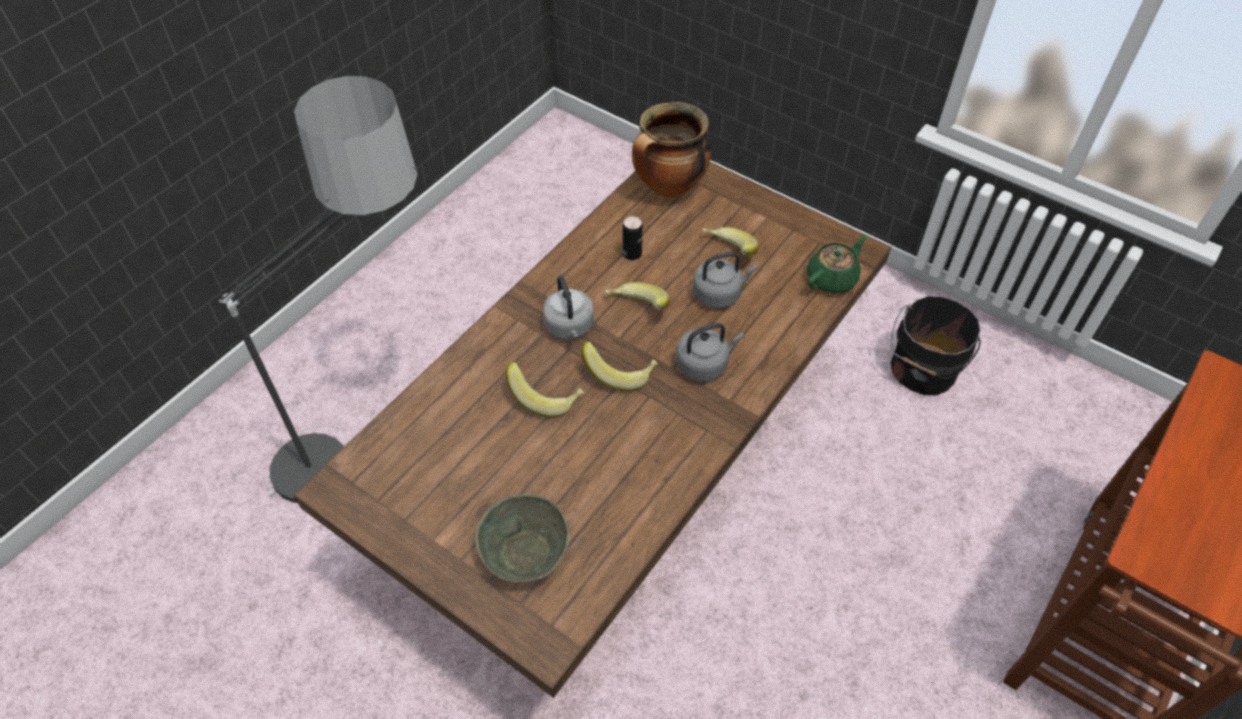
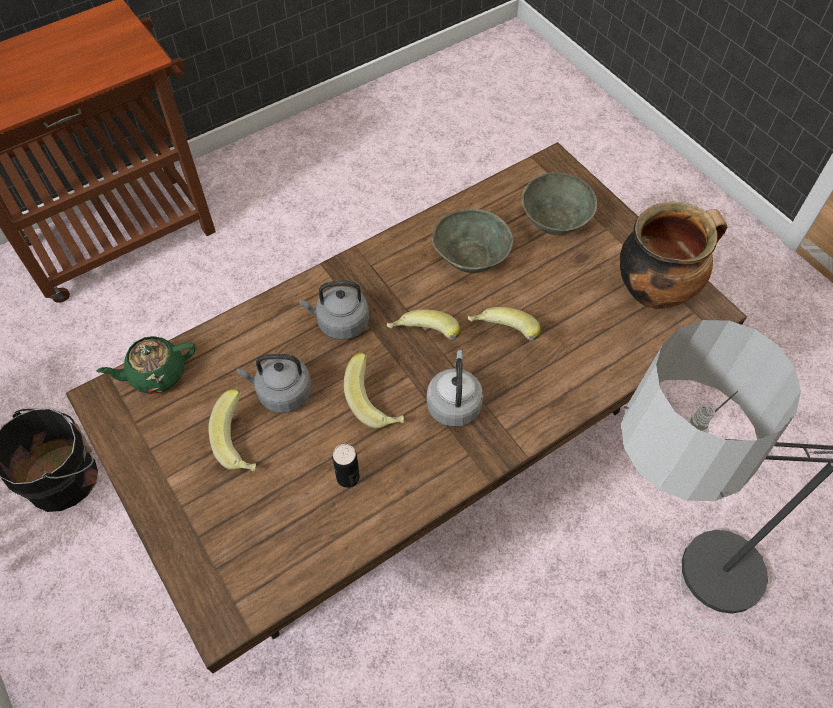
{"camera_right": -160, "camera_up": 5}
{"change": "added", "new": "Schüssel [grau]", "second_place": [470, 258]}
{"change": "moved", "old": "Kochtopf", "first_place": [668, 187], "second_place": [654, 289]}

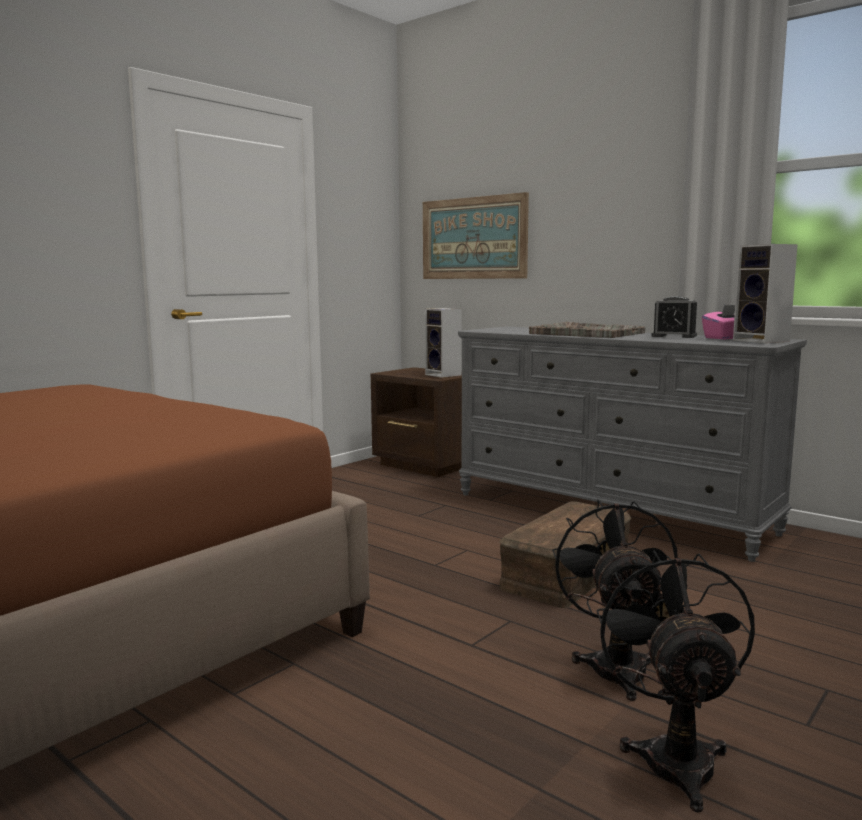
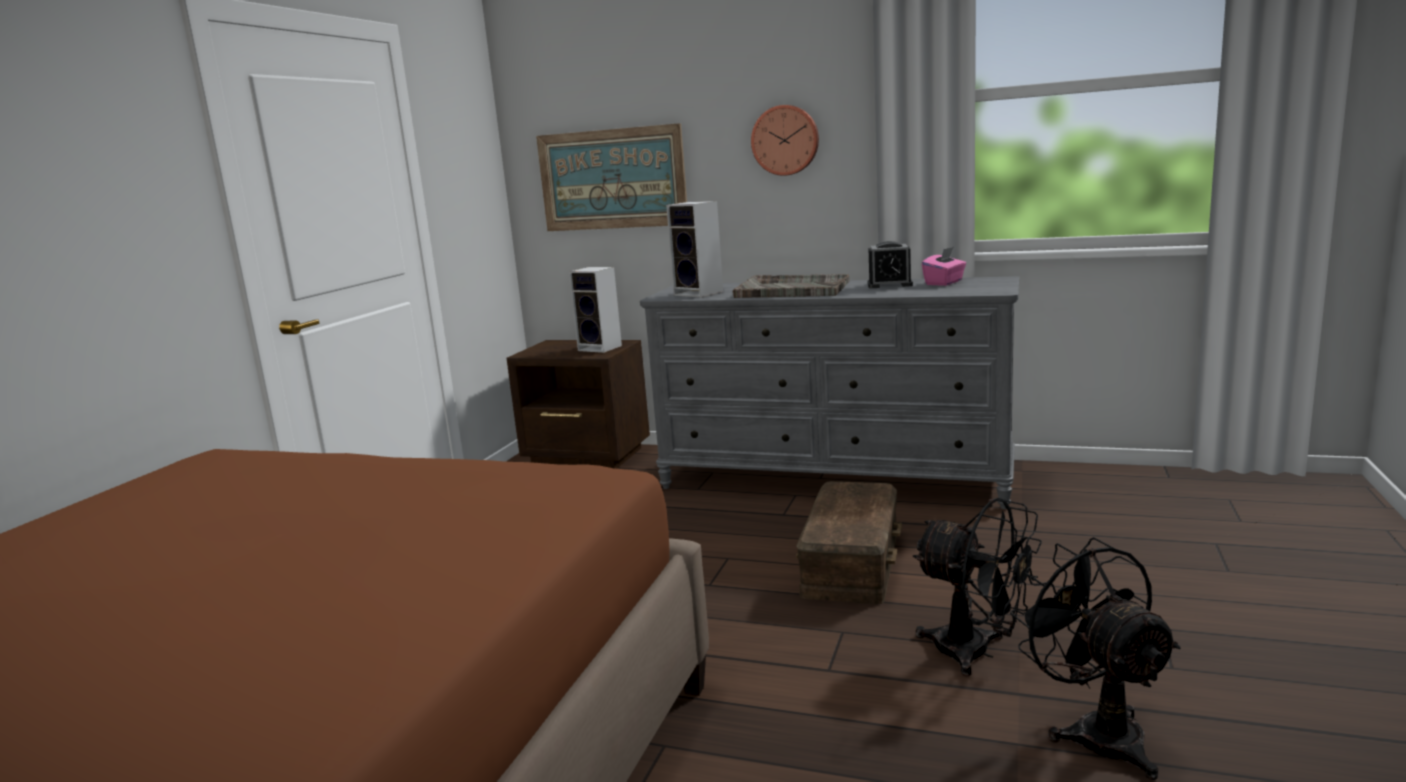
{"camera_right": -20, "camera_up": 5}
{"change": "moved", "old": "Lautsprecher", "first_place": [763, 341], "second_place": [700, 293]}
{"change": "added", "new": "Wanduhr", "second_place": [785, 140]}
{"change": "turned", "old": "Ventilator [schwarz]", "first_place": [615, 664], "second_place": [976, 653], "degrees": 150}

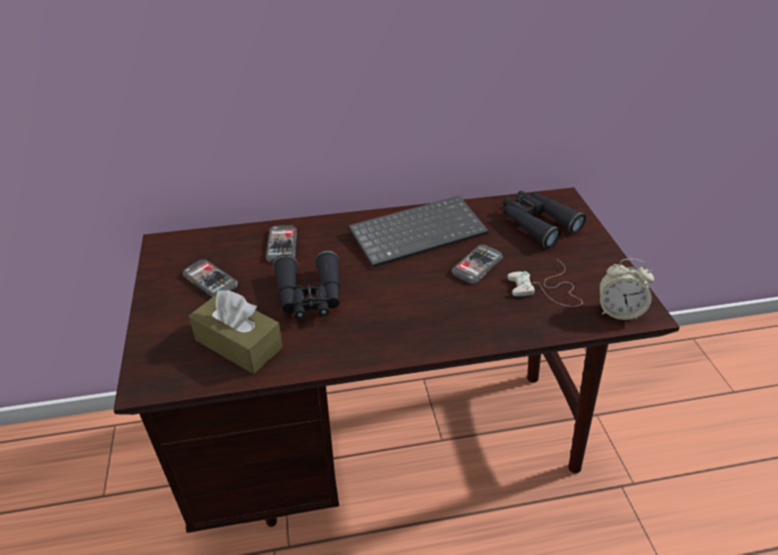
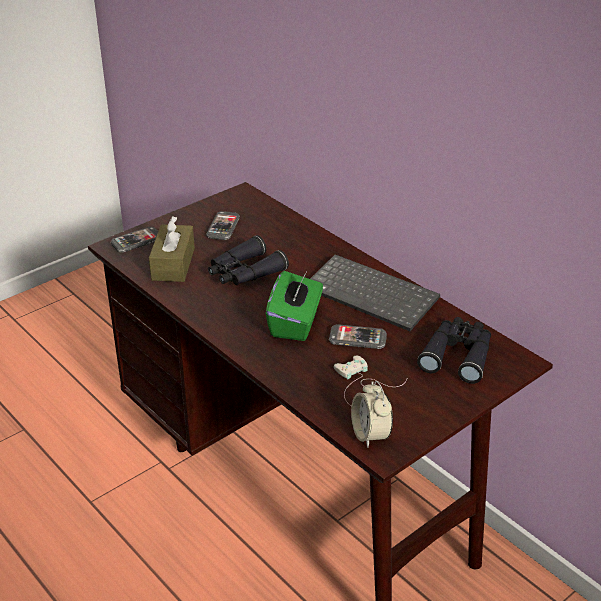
{"camera_right": 60, "camera_up": -5}
{"change": "moved", "old": "Handy", "first_place": [282, 245], "second_place": [136, 241]}
{"change": "added", "new": "Taschentuchbox [grün]", "second_place": [295, 323]}

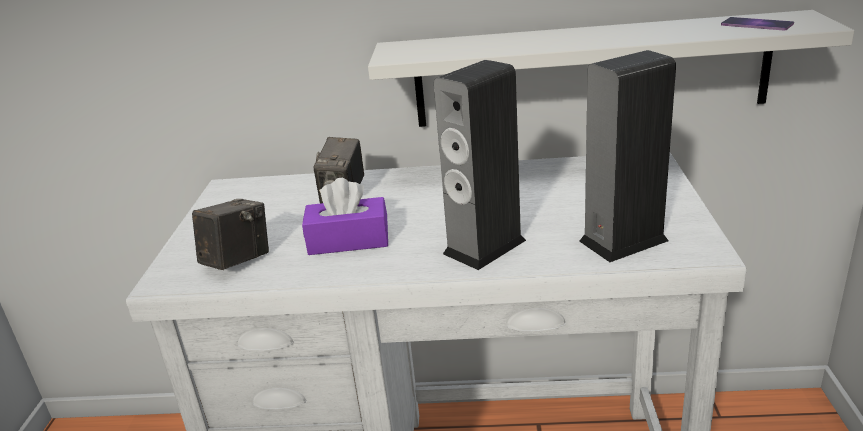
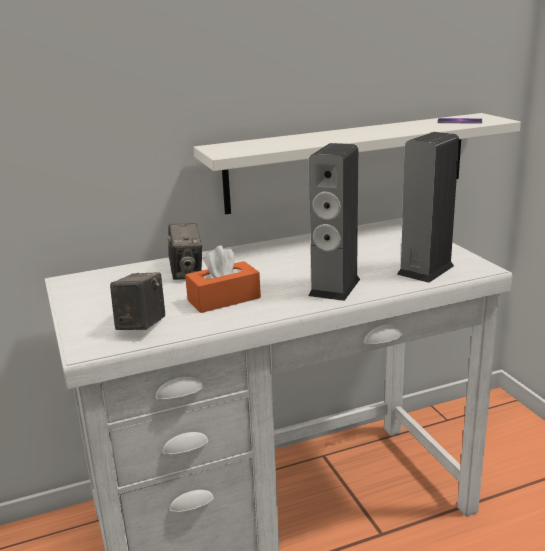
{"camera_right": -25, "camera_up": -5}
{"change": "recoloured", "old": "Taschentuchbox [lila]", "new": "Taschentuchbox [orange]", "first_place": [348, 240], "second_place": [224, 299]}

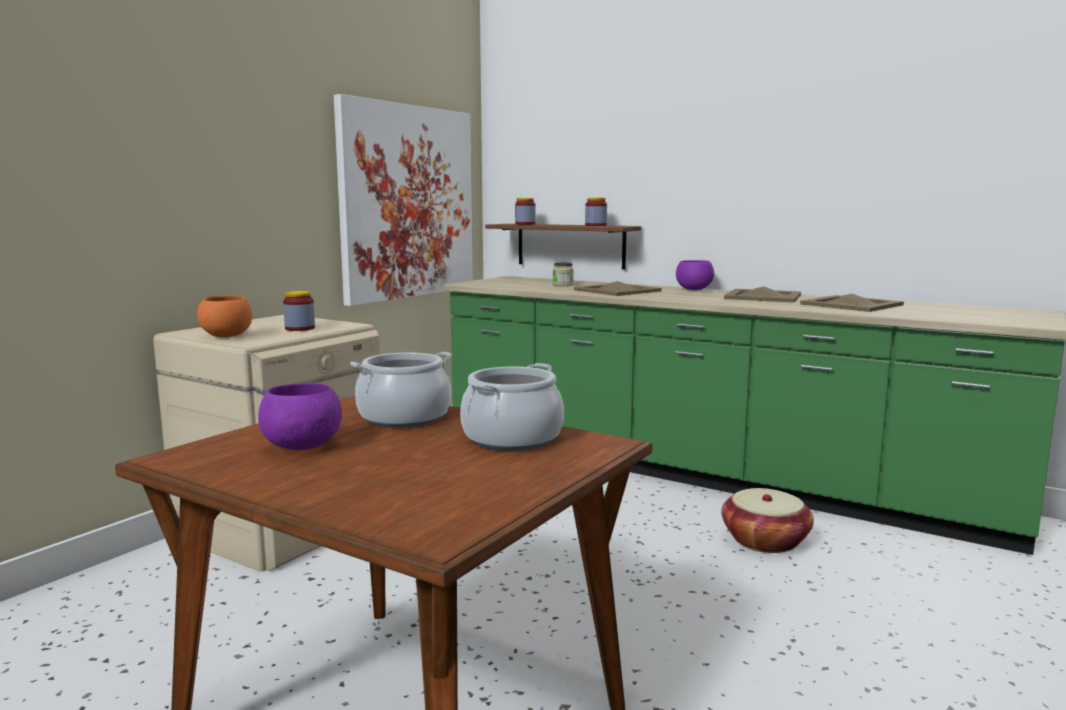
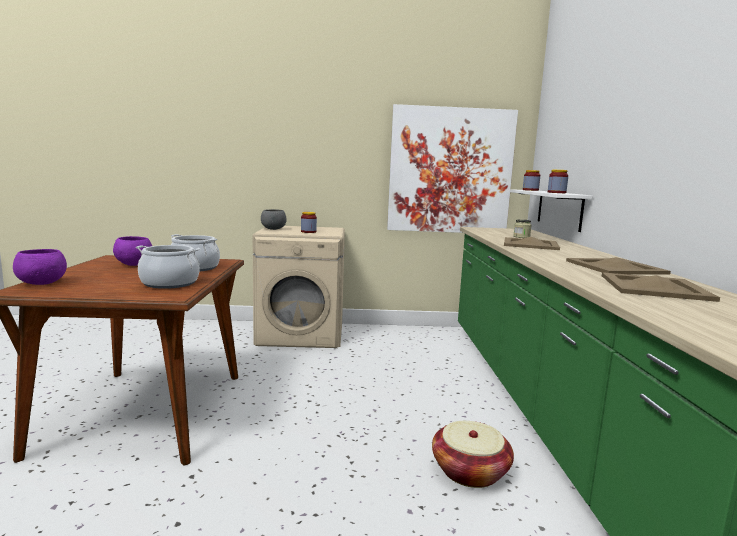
{"camera_right": 55, "camera_up": 0}
{"change": "moved", "old": "Schüssel [lila]", "first_place": [694, 290], "second_place": [42, 284]}
{"change": "recoloured", "old": "Schüssel [orange]", "new": "Schüssel [grau]", "first_place": [226, 336], "second_place": [273, 229]}
{"change": "recoloured", "old": "Wandregal [braun]", "new": "Wandregal [weiß]", "first_place": [570, 245], "second_place": [559, 209]}

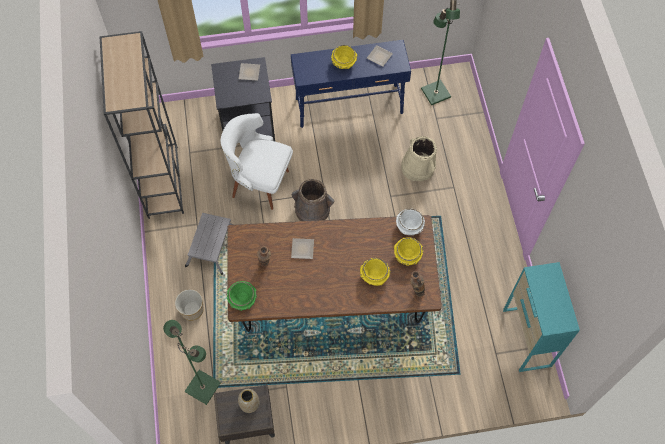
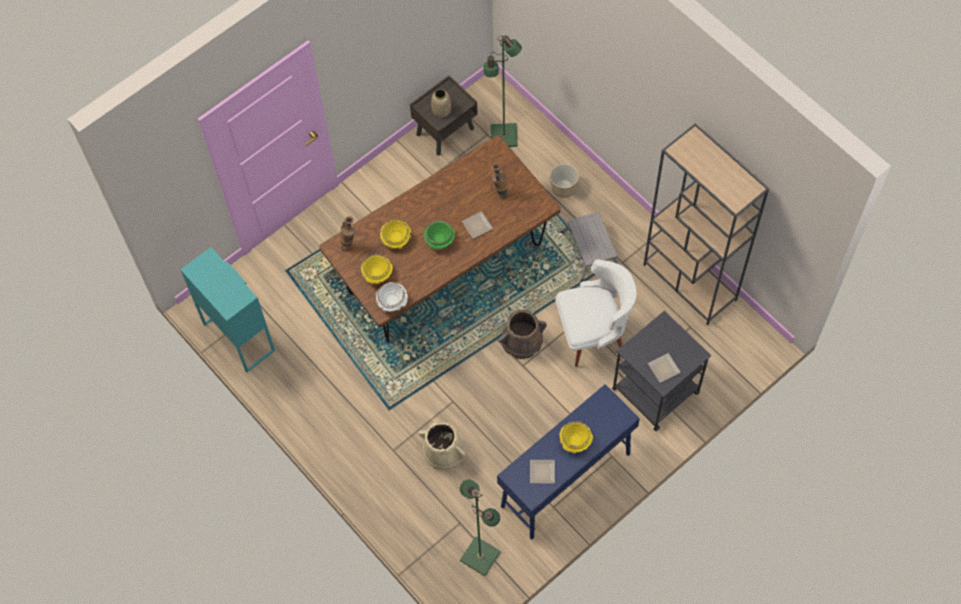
{"camera_right": 150, "camera_up": 0}
{"change": "moved", "old": "Schüssel [grün]", "first_place": [243, 299], "second_place": [439, 240]}

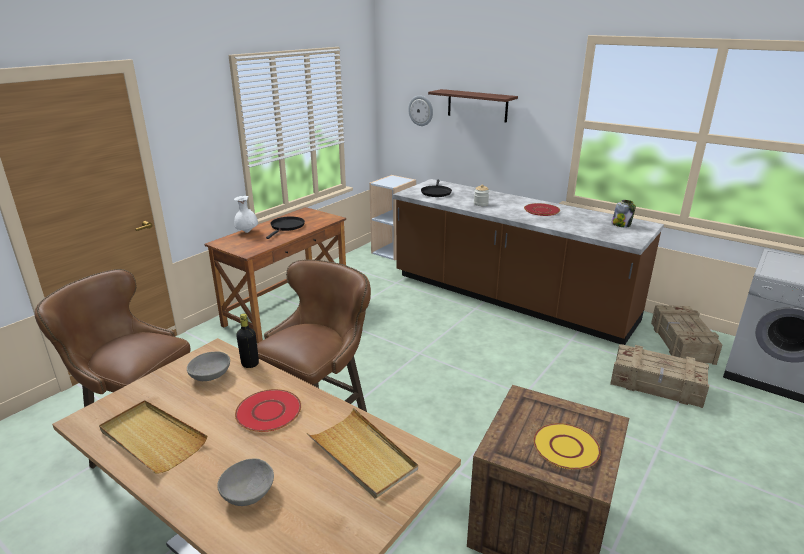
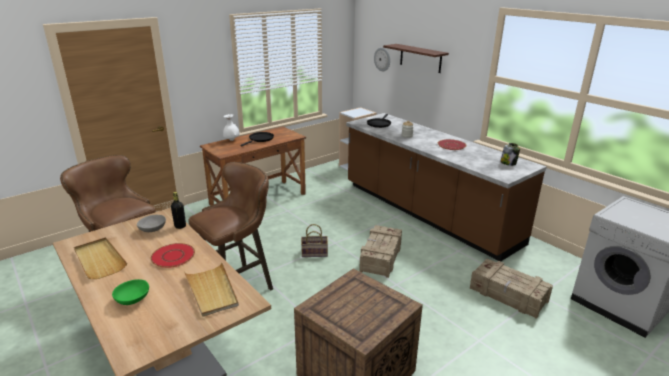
{"camera_right": 15, "camera_up": 0}
{"change": "recoloured", "old": "Schüssel [grau]", "new": "Schüssel [grün]", "first_place": [247, 493], "second_place": [132, 299]}
{"change": "added", "new": "Korb", "second_place": [315, 253]}
{"change": "moved", "old": "Kiste", "first_place": [681, 343], "second_place": [380, 257]}
{"change": "removed", "old": "Teller [gelb]", "first_place": [566, 448]}

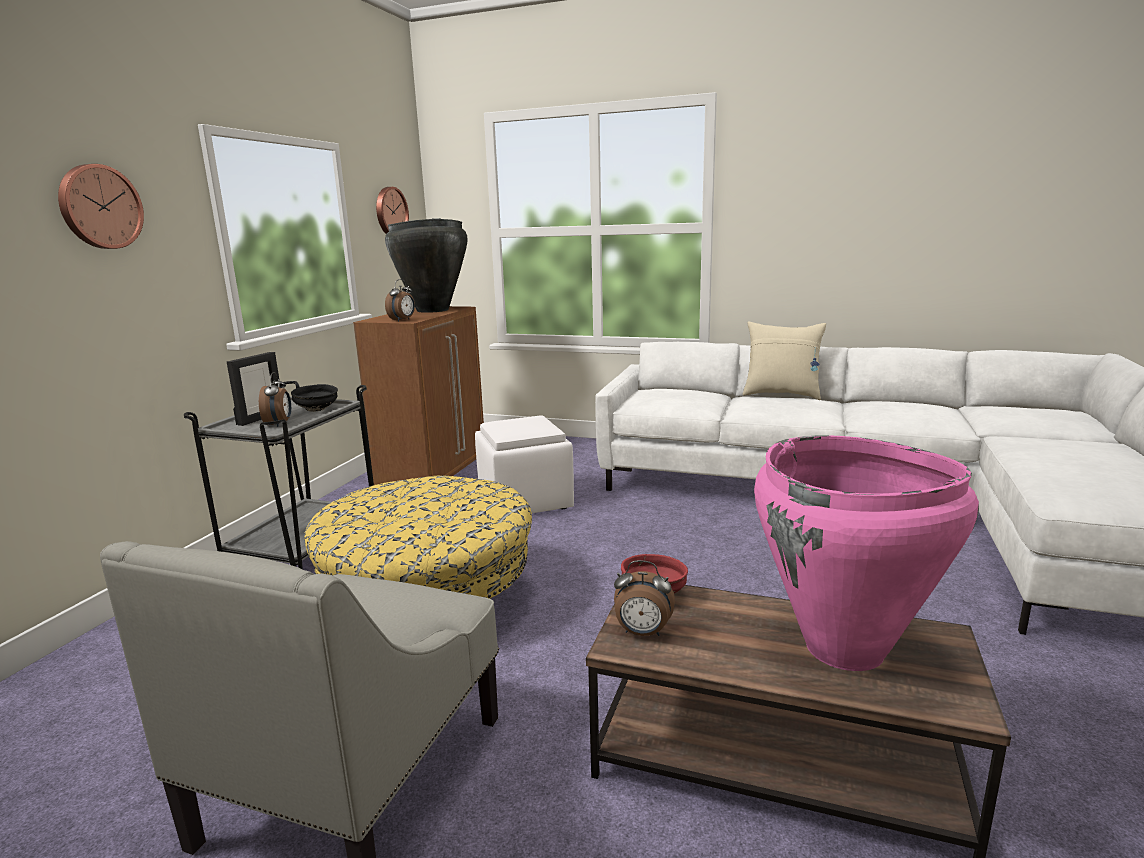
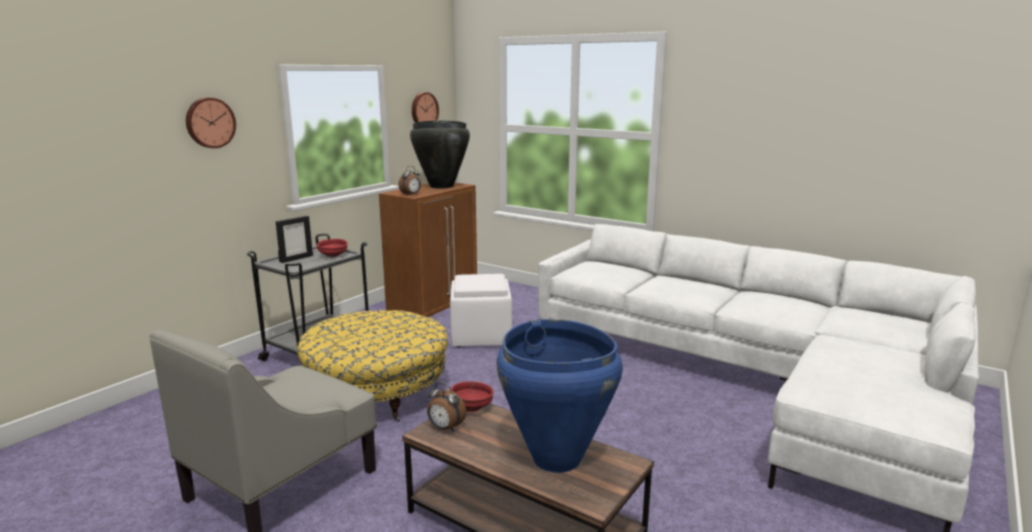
{"camera_right": 15, "camera_up": 0}
{"change": "recoloured", "old": "Schüssel [schwarz]", "new": "Schüssel [rot]", "first_place": [317, 409], "second_place": [333, 256]}
{"change": "recoloured", "old": "Vase [rosa]", "new": "Vase [blau]", "first_place": [843, 648], "second_place": [556, 458]}
{"change": "removed", "old": "Wecker", "first_place": [279, 424]}
{"change": "removed", "old": "Kissen [beige]", "first_place": [781, 395]}

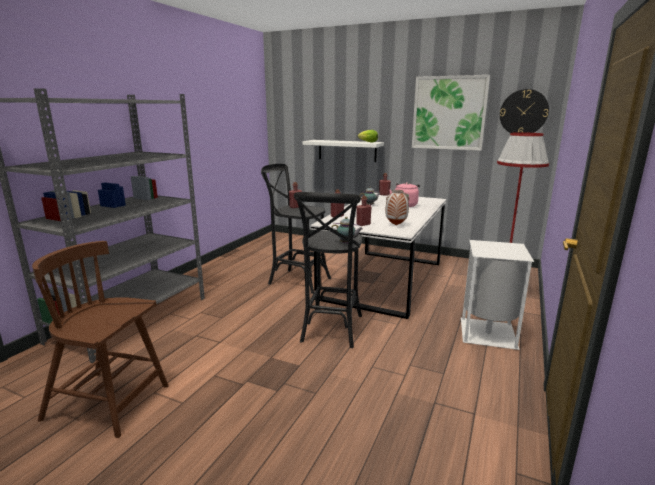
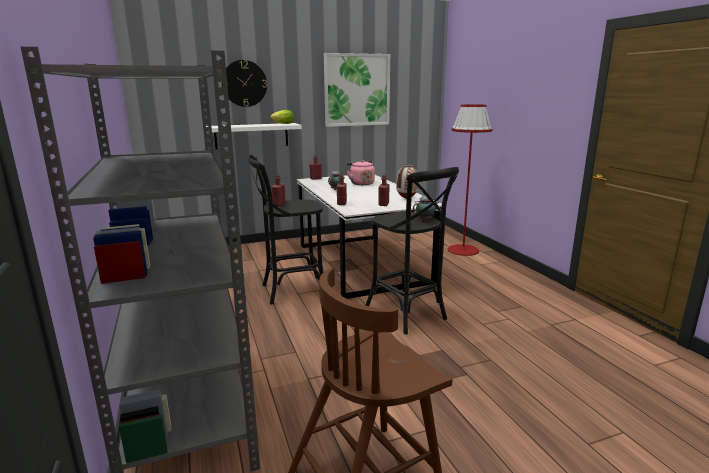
{"camera_right": -45, "camera_up": 0}
{"change": "moved", "old": "Wanduhr", "first_place": [523, 112], "second_place": [244, 83]}
{"change": "removed", "old": "Mülleimer [weiß]", "first_place": [489, 334]}

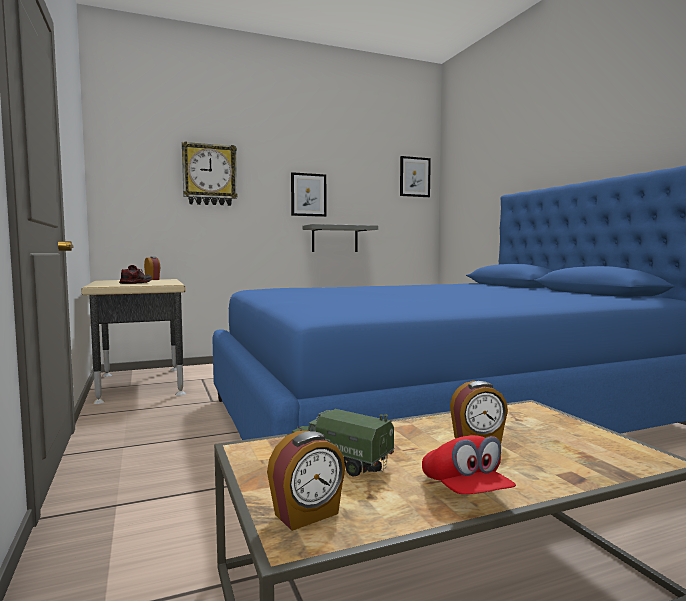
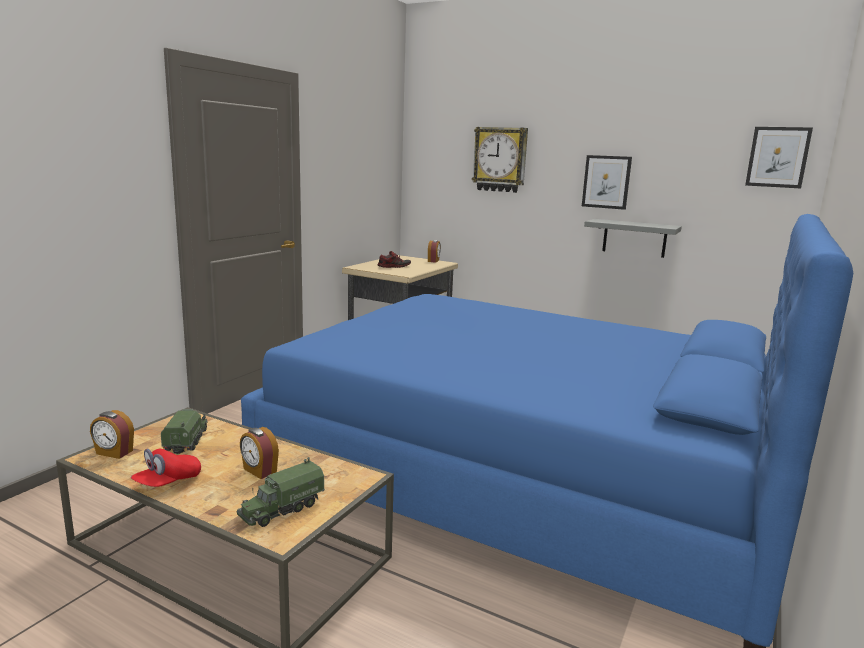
{"camera_right": 50, "camera_up": 10}
{"change": "added", "new": "Spielzeuglaster", "second_place": [281, 509]}

